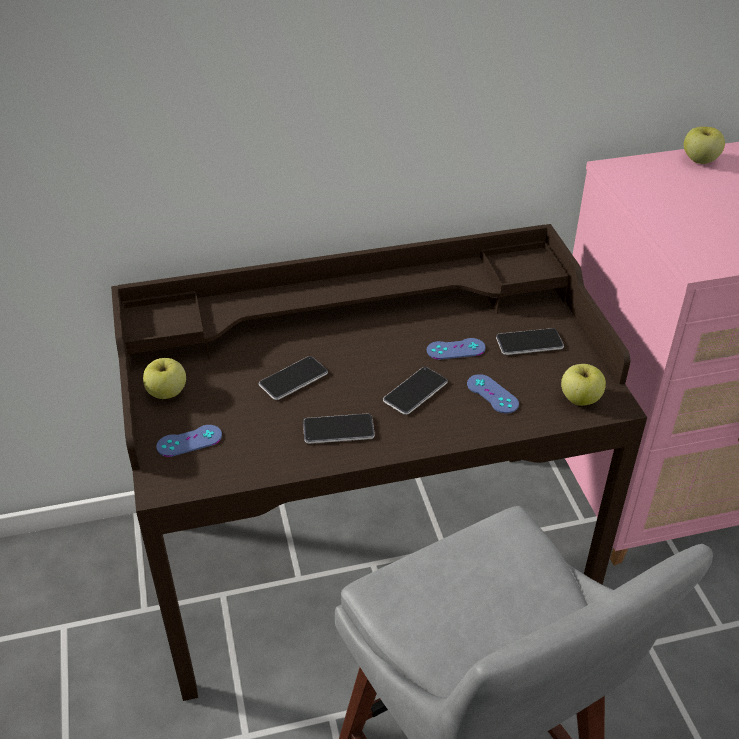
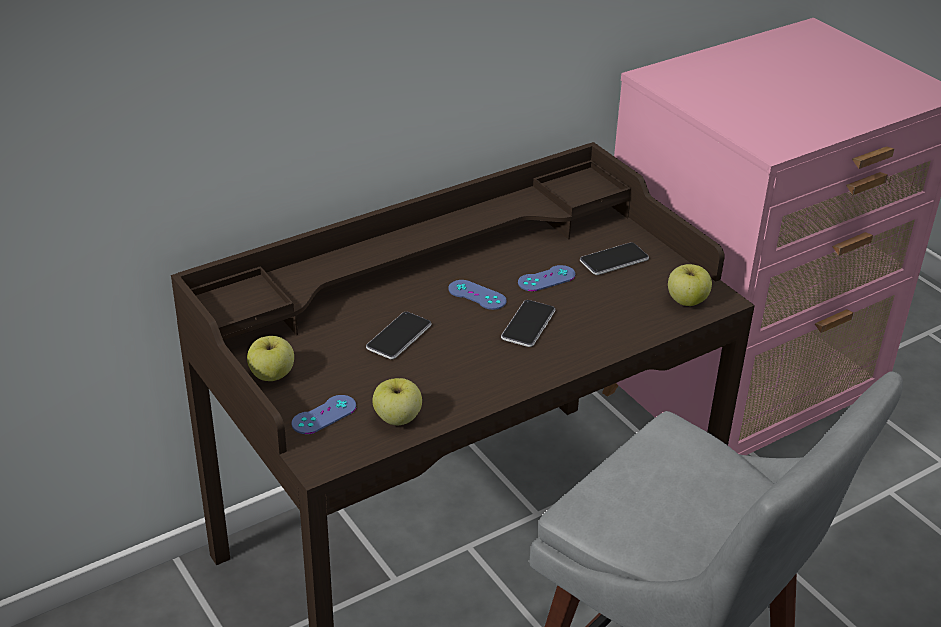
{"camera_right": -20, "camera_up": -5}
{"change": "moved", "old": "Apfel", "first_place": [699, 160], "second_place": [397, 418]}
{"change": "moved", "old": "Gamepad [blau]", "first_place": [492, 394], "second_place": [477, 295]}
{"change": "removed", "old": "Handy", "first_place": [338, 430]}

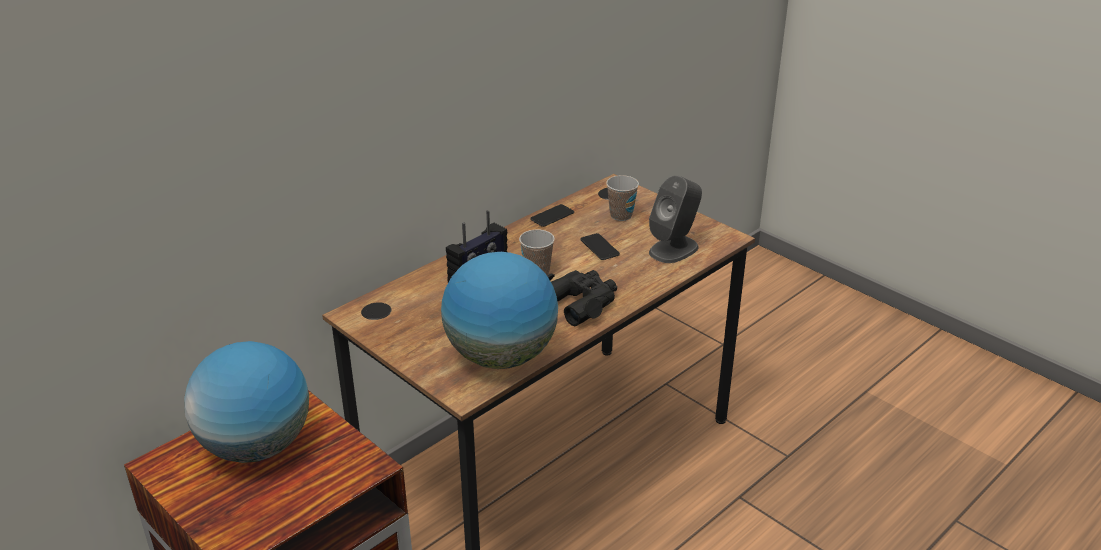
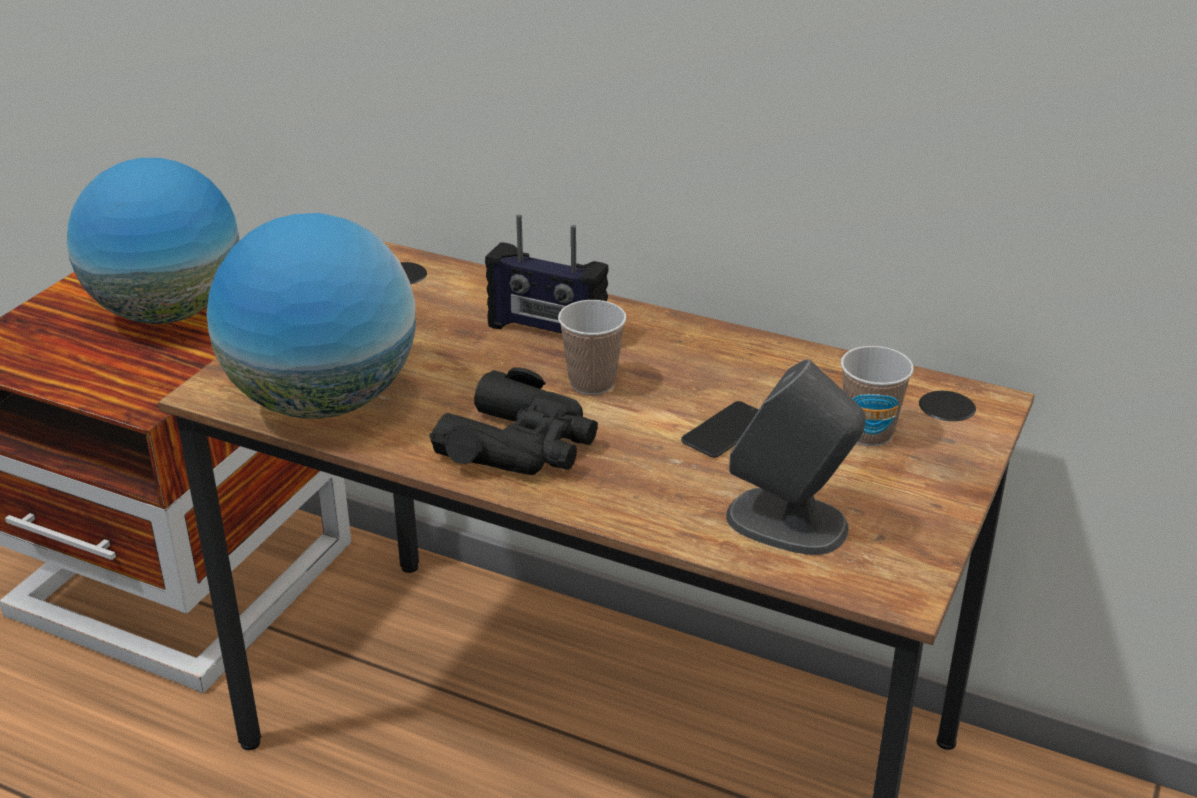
{"camera_right": 70, "camera_up": 0}
{"change": "removed", "old": "Handy", "first_place": [552, 216]}

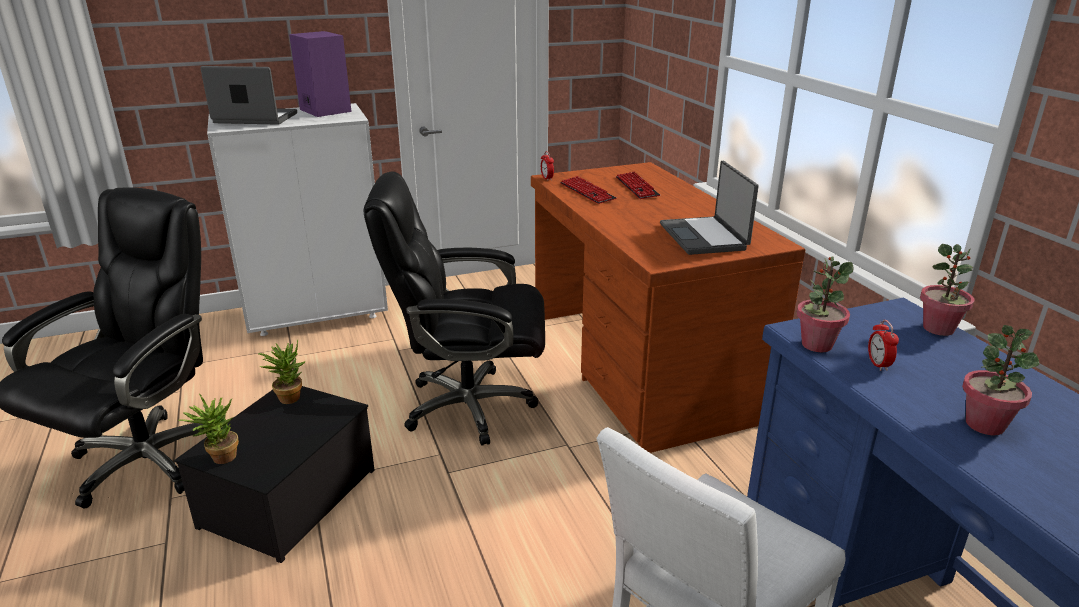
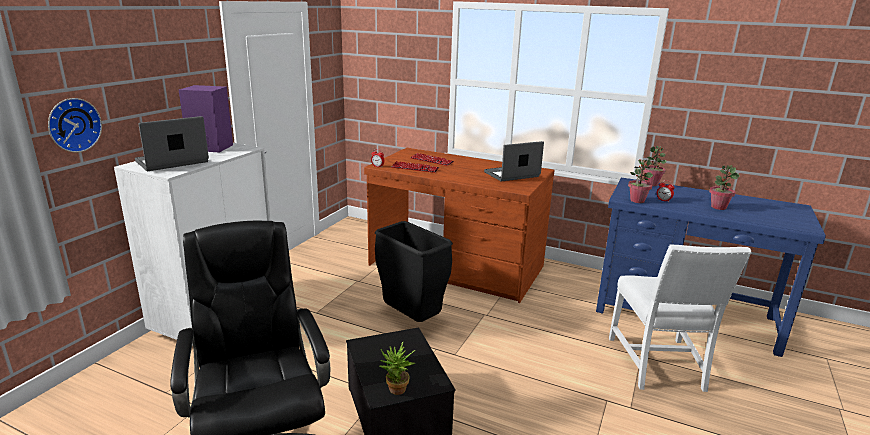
{"camera_right": -45, "camera_up": -5}
{"change": "added", "new": "Wanduhr", "second_place": [73, 124]}
{"change": "replaced", "old": "Bürostuhl [schwarz]", "new": "Mülleimer [schwarz]", "first_place": [472, 406], "second_place": [411, 320]}
{"change": "turned", "old": "Laptop", "first_place": [704, 237], "second_place": [512, 175], "degrees": 120}
{"change": "removed", "old": "Topfpflanze", "first_place": [288, 396]}

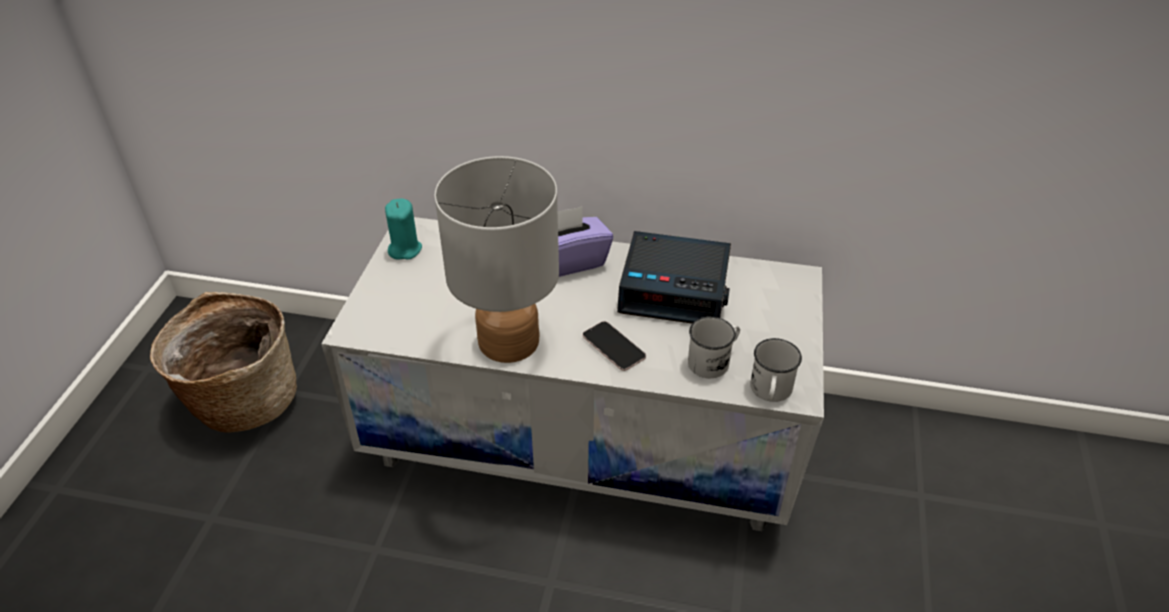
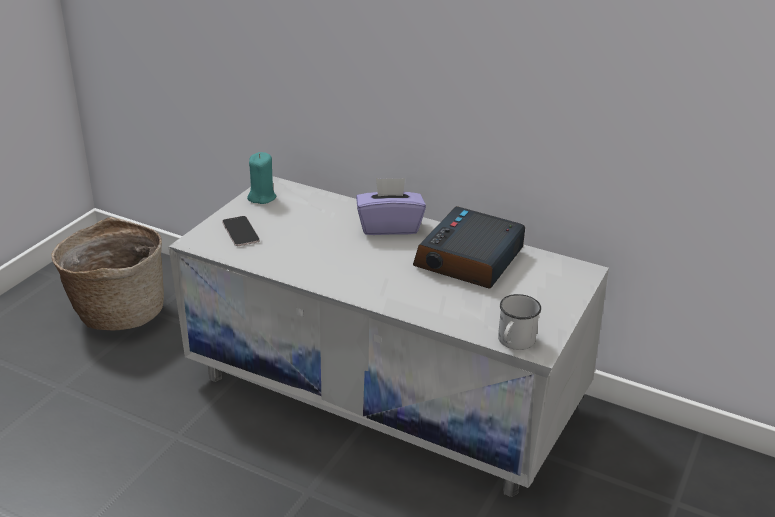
{"camera_right": 15, "camera_up": -10}
{"change": "moved", "old": "Handy", "first_place": [613, 346], "second_place": [240, 232]}
{"change": "turned", "old": "Wecker", "first_place": [675, 288], "second_place": [469, 259], "degrees": 90}
{"change": "removed", "old": "Tischlampe [grau]", "first_place": [508, 342]}
{"change": "removed", "old": "Henkelbecher [weiß]", "first_place": [713, 361]}

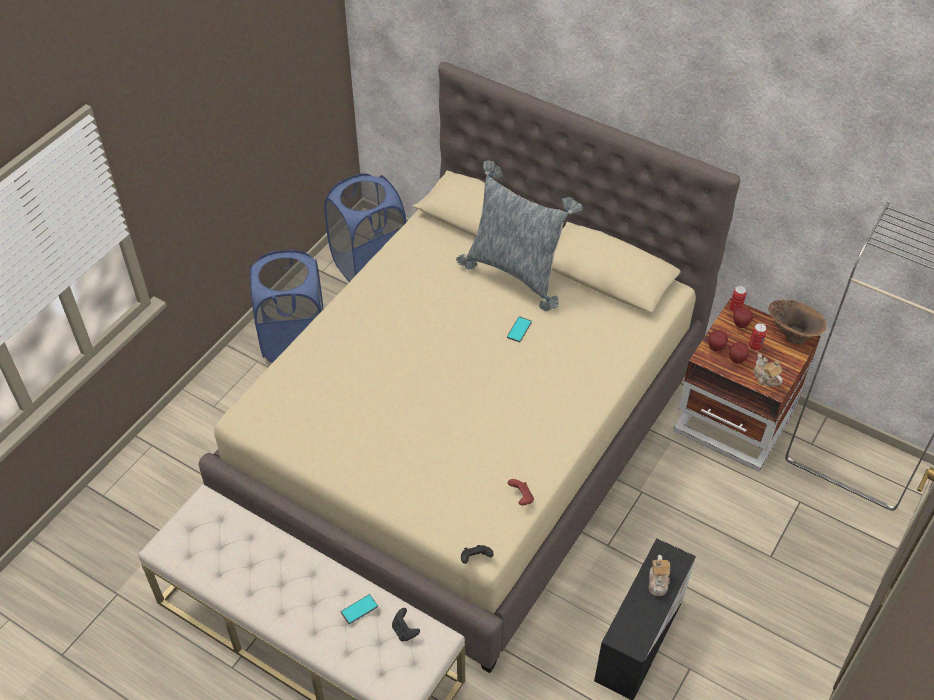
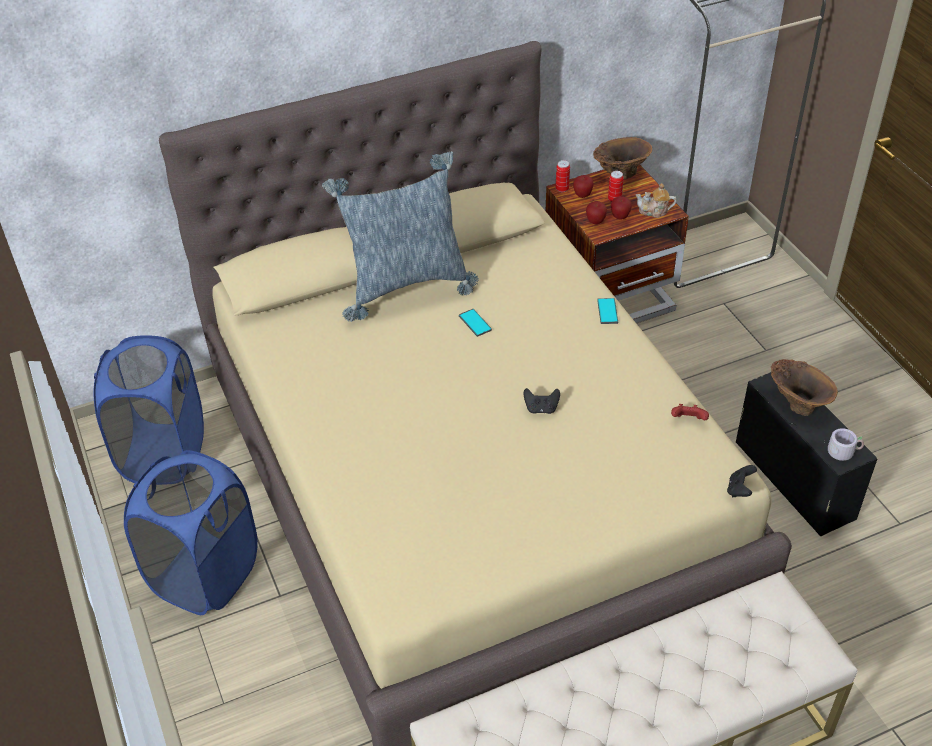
{"camera_right": -55, "camera_up": -5}
{"change": "moved", "old": "Gamepad [schwarz]", "first_place": [405, 631], "second_place": [541, 408]}
{"change": "moved", "old": "Handy", "first_place": [359, 609], "second_place": [607, 311]}
{"change": "replaced", "old": "Teekanne", "new": "Vase [braun]", "first_place": [658, 582], "second_place": [797, 404]}
{"change": "added", "new": "Henkelbecher [grau]", "second_place": [843, 451]}

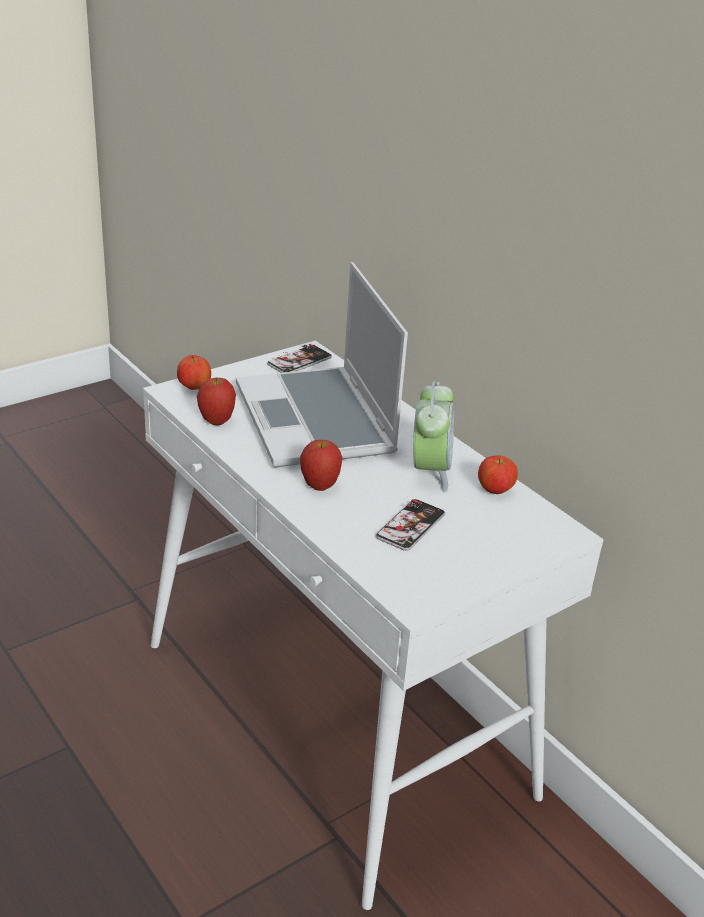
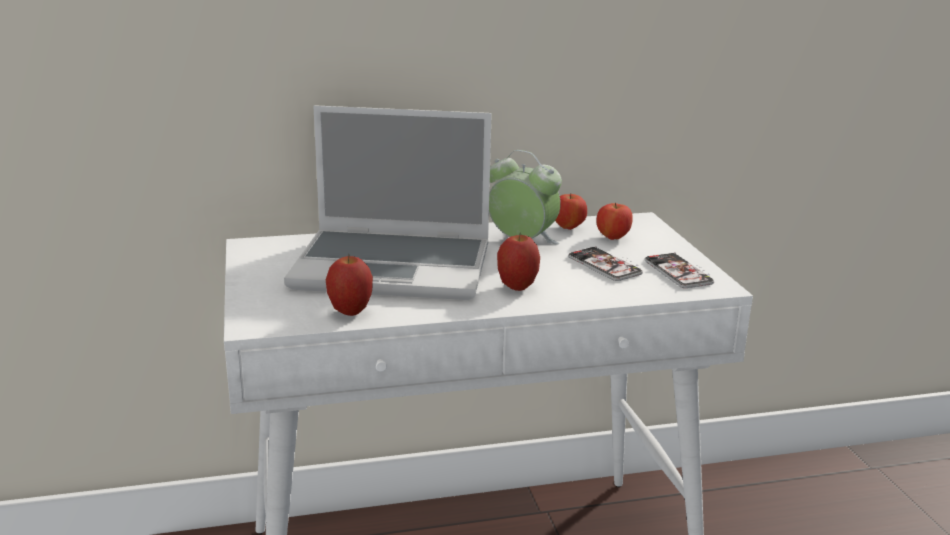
{"camera_right": -65, "camera_up": -10}
{"change": "moved", "old": "Apfel", "first_place": [194, 387], "second_place": [613, 238]}
{"change": "moved", "old": "Handy", "first_place": [299, 361], "second_place": [678, 272]}

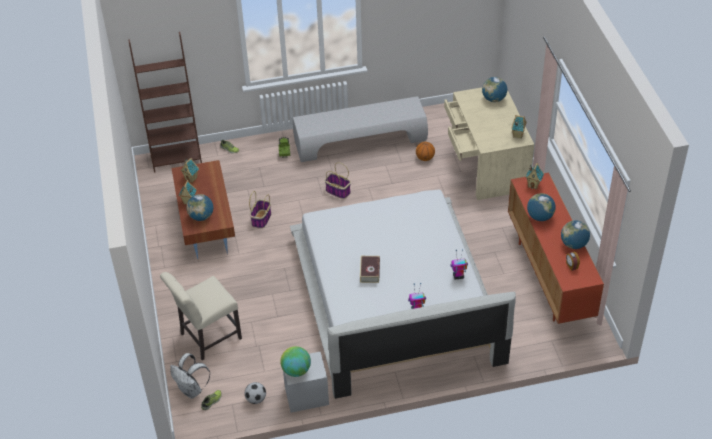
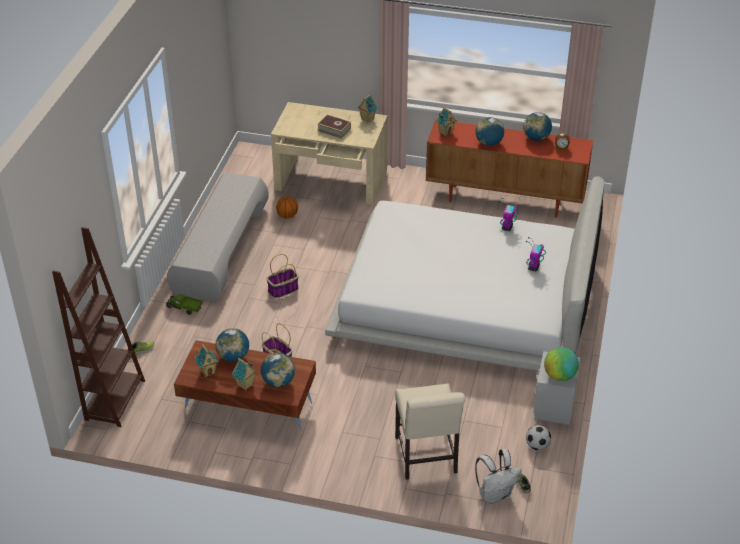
{"camera_right": -65, "camera_up": -5}
{"change": "moved", "old": "Globus", "first_place": [494, 99], "second_place": [233, 357]}
{"change": "moved", "old": "Buch", "first_place": [370, 272], "second_place": [334, 130]}

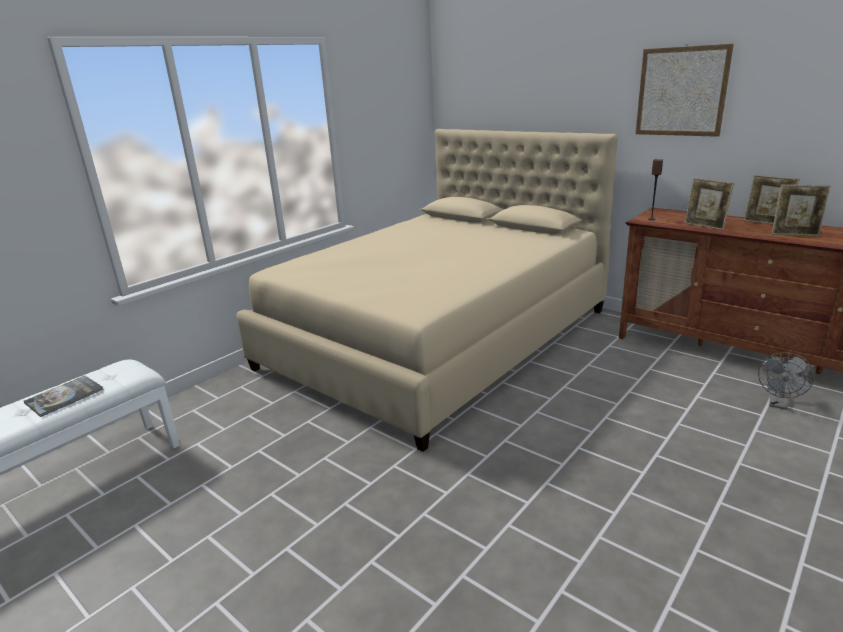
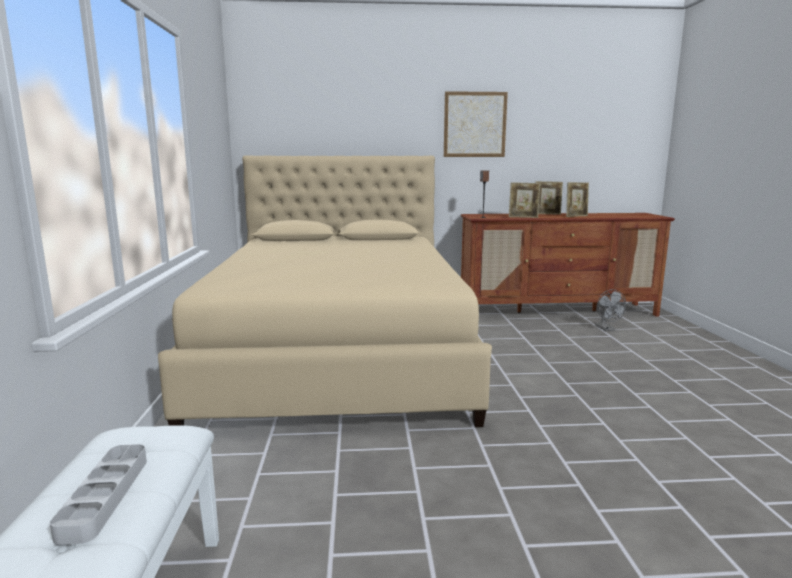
{"camera_right": -45, "camera_up": -10}
{"change": "replaced", "old": "Buch", "new": "Tablett [grau]", "first_place": [64, 396], "second_place": [105, 496]}

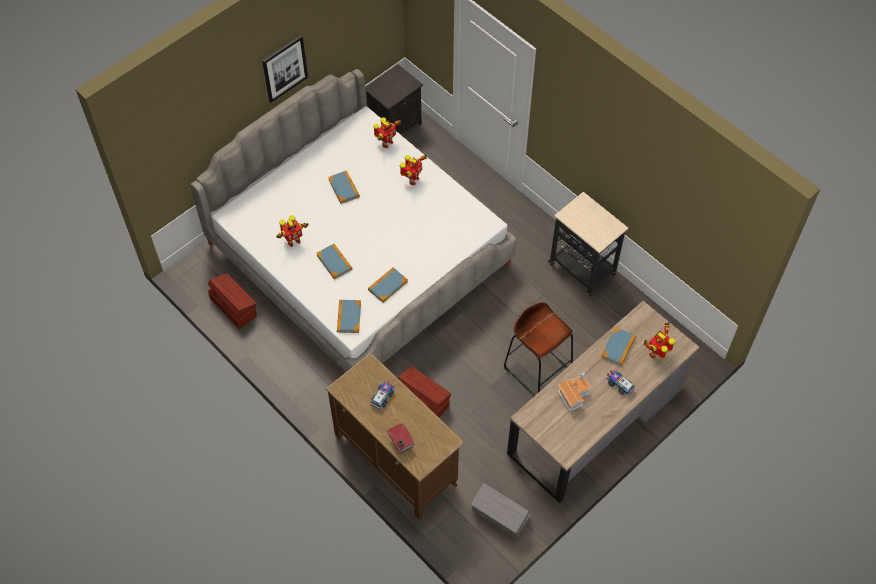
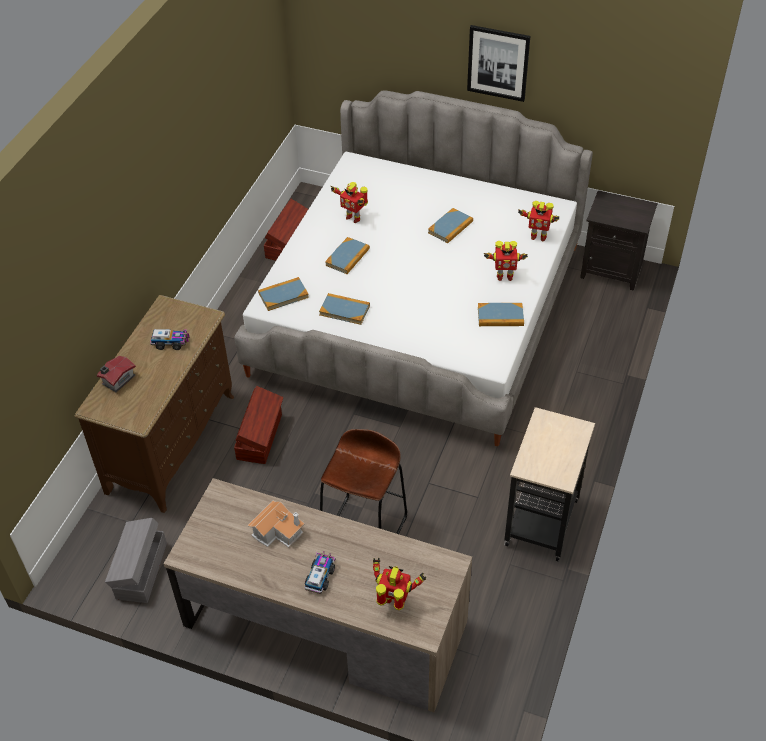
{"camera_right": 65, "camera_up": -10}
{"change": "moved", "old": "Buch", "first_place": [618, 347], "second_place": [500, 316]}

